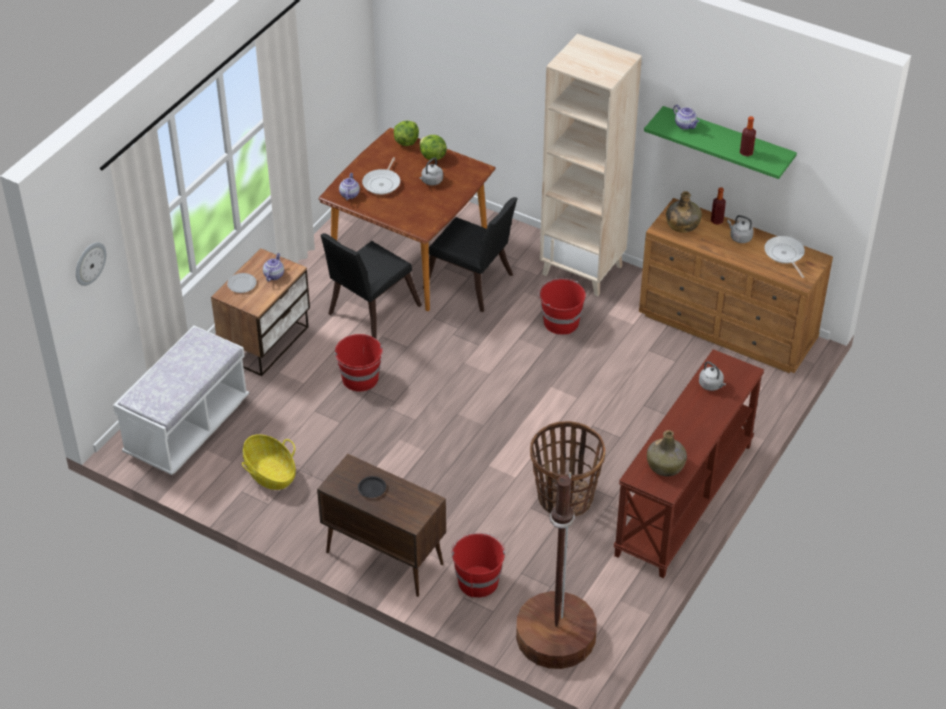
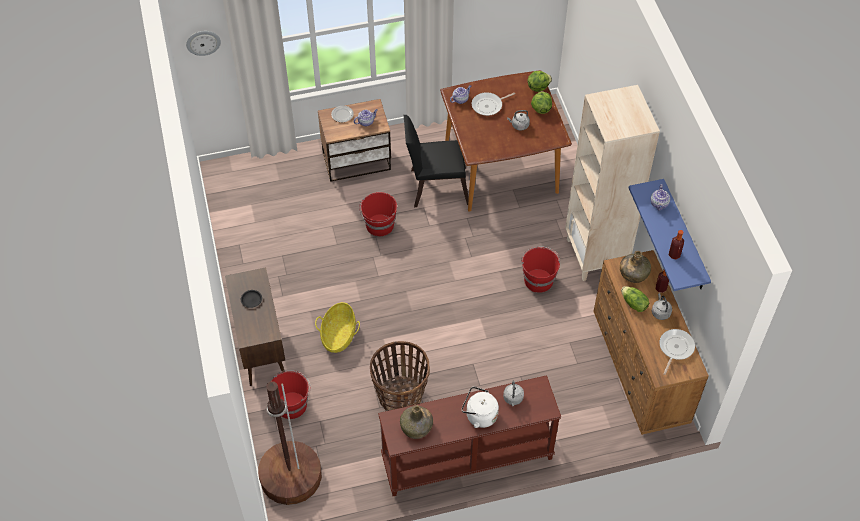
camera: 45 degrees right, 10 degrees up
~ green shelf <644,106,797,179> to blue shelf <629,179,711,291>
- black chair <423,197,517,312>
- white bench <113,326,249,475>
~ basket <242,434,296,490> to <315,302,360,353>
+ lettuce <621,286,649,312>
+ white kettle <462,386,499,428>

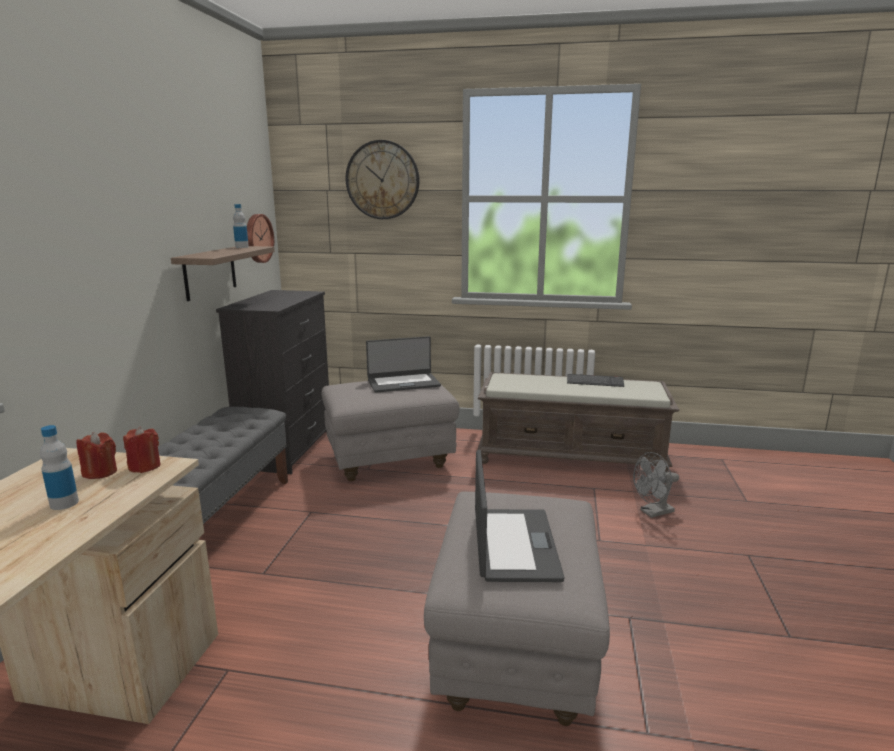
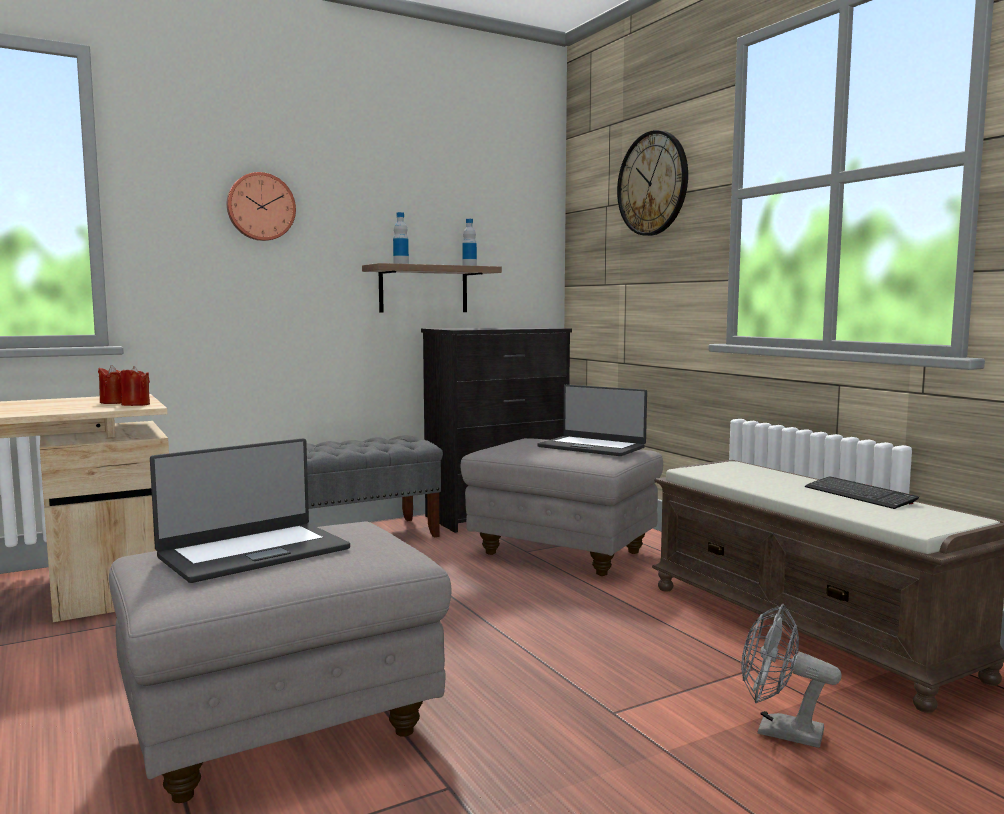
camera: 50 degrees right, 10 degrees down
~ wall clock <247,214,274,263> to <227,172,296,241>
~ bottle <40,425,79,510> to <393,212,409,264>

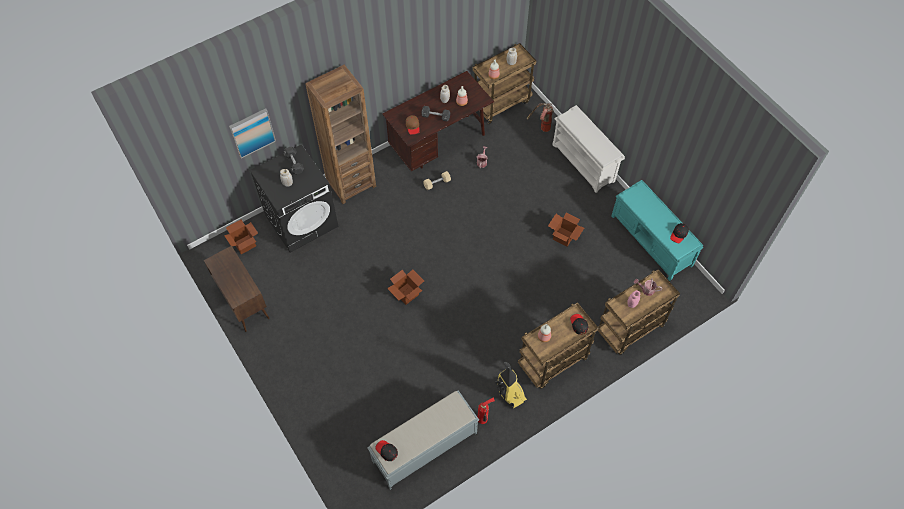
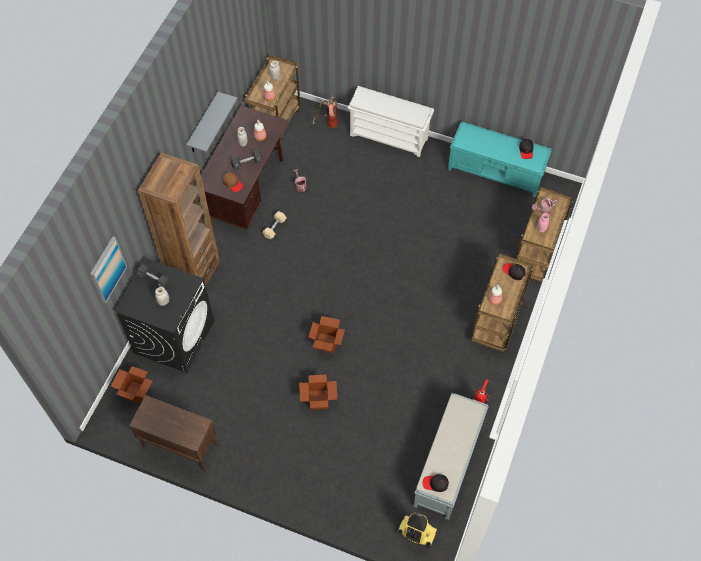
camera: 35 degrees left, 0 degrees up
~ cardboard box <548,213,584,247> to <299,375,338,410>
~ vacuum cleaner <495,362,527,409> to <397,511,438,548>
+ grey shelf <186,92,238,152>

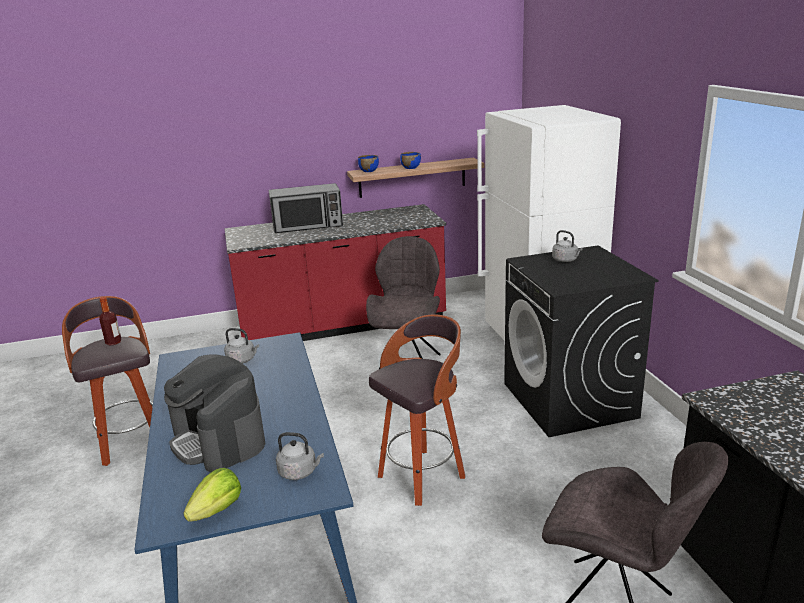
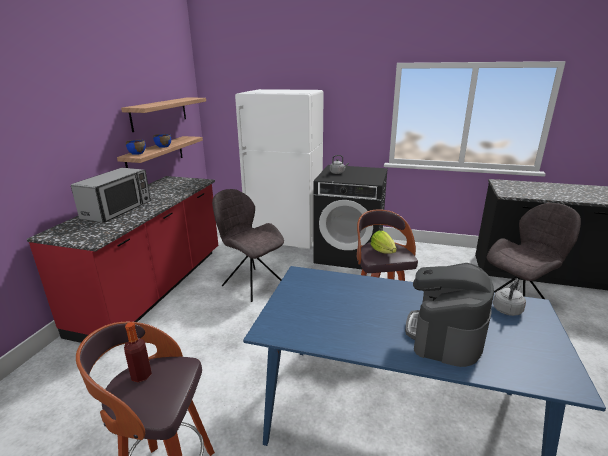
camera: 60 degrees left, 0 degrees up
- grey kettle <224,328,259,364>
~ coffee machine <164,354,266,472> = <405,263,494,367> 120 degrees clockwise
~ lettuce <183,468,241,522> to <371,231,397,254>
+ shelf <121,97,206,132>

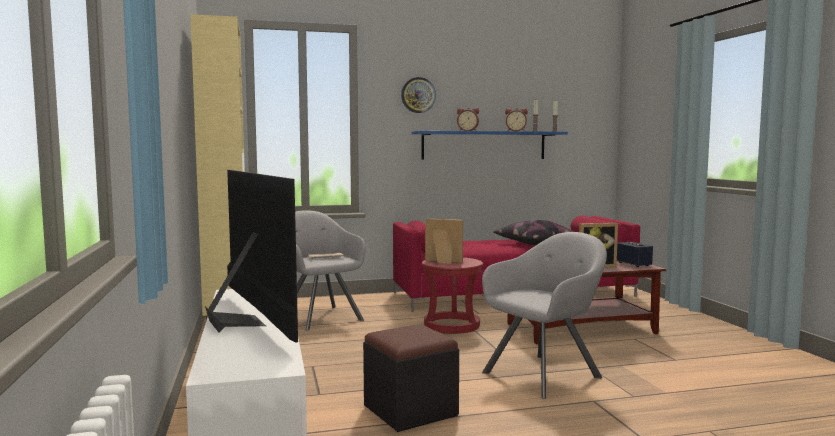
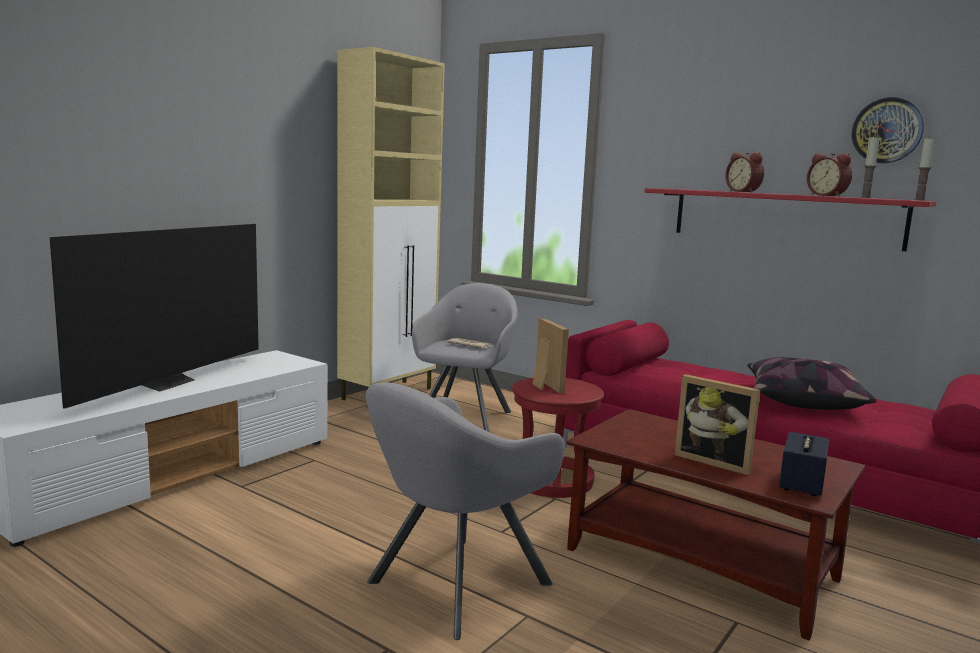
camera: 50 degrees right, 5 degrees up
~ wall clock <401,77,436,113> to <852,97,924,163>
~ blue shelf <411,131,568,160> to red shelf <645,188,936,251>
~ grey armchair <482,232,607,399> = <366,382,565,640> 120 degrees clockwise
- black ottoman <363,324,459,432>

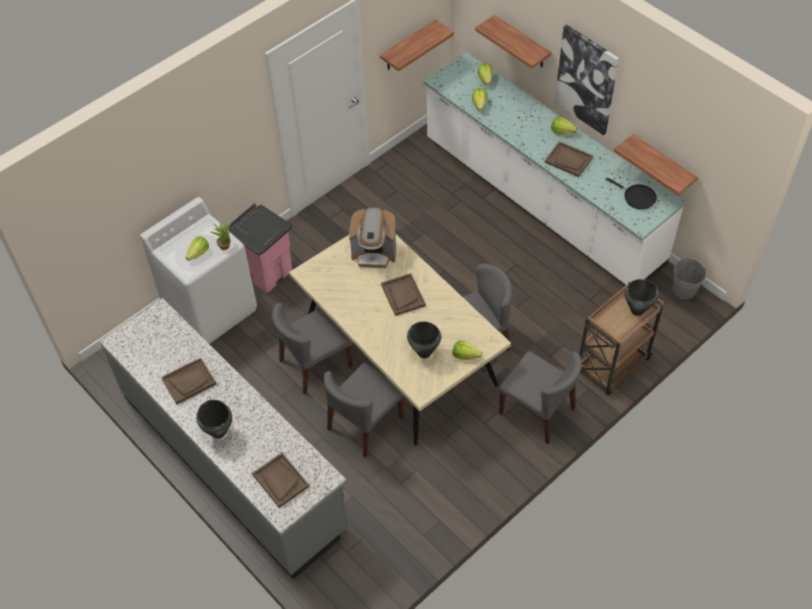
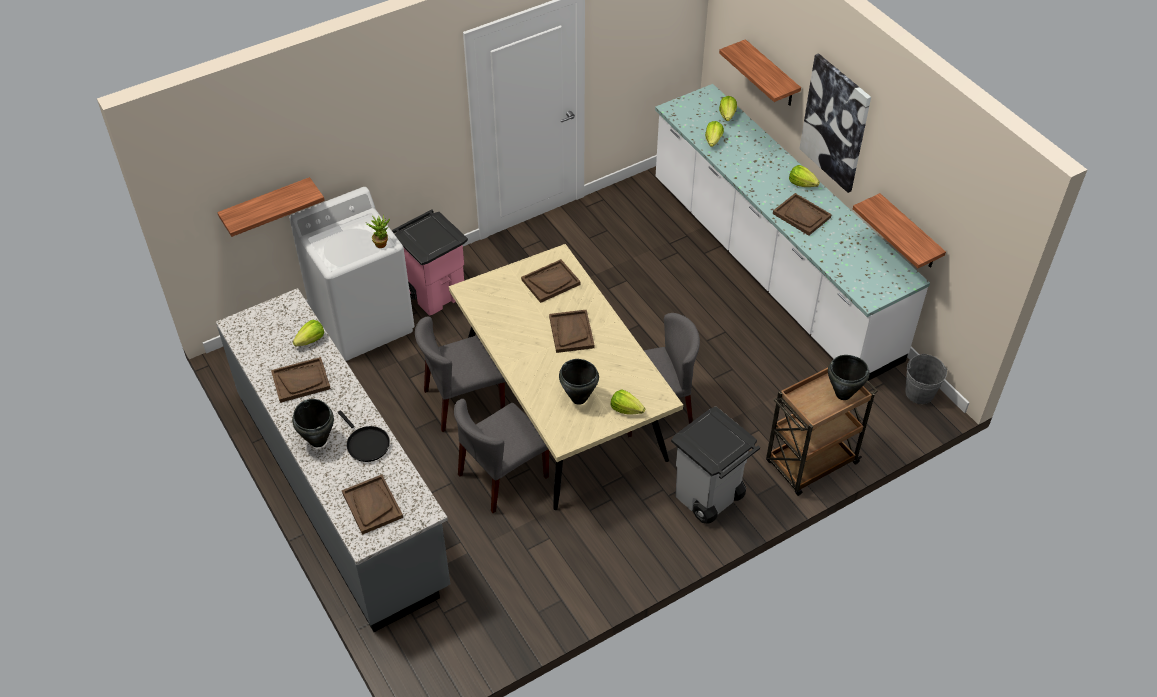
camera: 10 degrees right, 5 degrees down
~ shelf <380,19,454,71> to <217,177,325,237>
~ black frying pan <606,178,657,209> to <338,410,390,462>
~ coffee machine <349,207,396,268> to brown tray <521,259,581,303>
~ lettuce <186,236,209,261> to <293,320,324,347>
~ grey chair <499,351,582,444> to grey trash can <671,406,760,523>

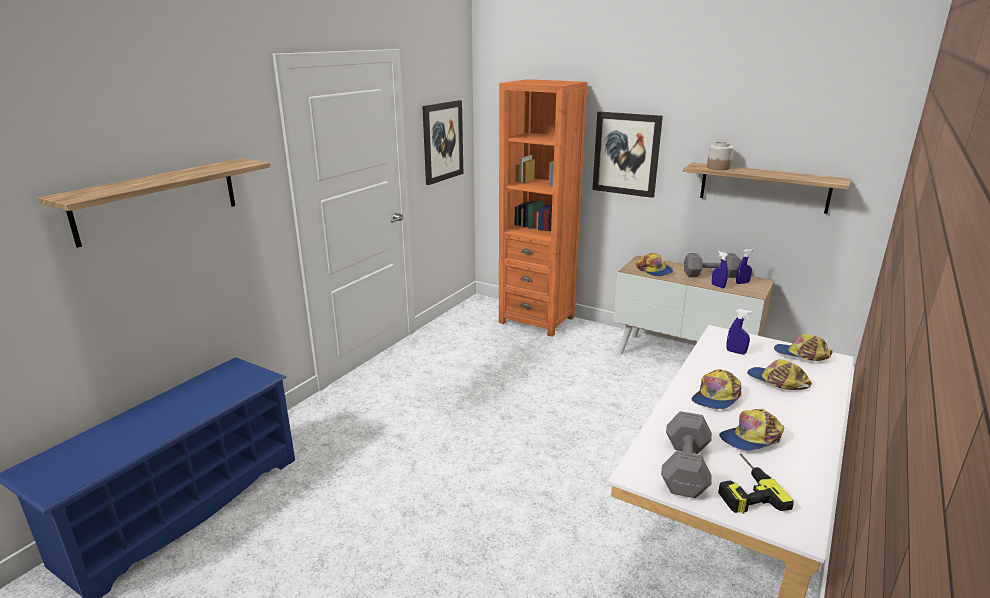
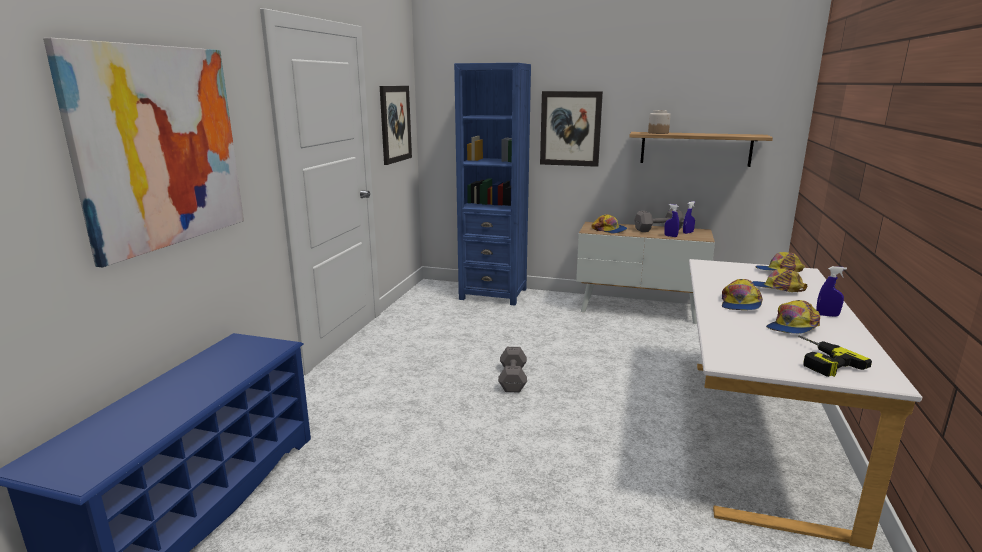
camera: 15 degrees left, 5 degrees down
~ orange bookcase <499,79,587,337> to blue bookcase <454,63,531,305>
~ shelf <38,158,270,248> to picture <43,38,244,267>
~ blue spray bottle <727,309,752,354> to <816,266,847,317>
~ grey dumbbell <661,411,712,498> to <498,347,527,393>

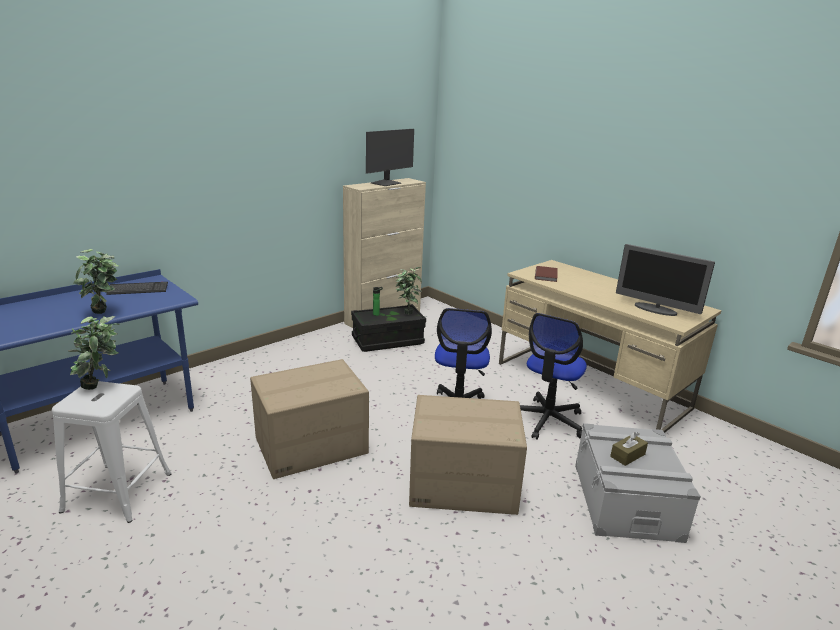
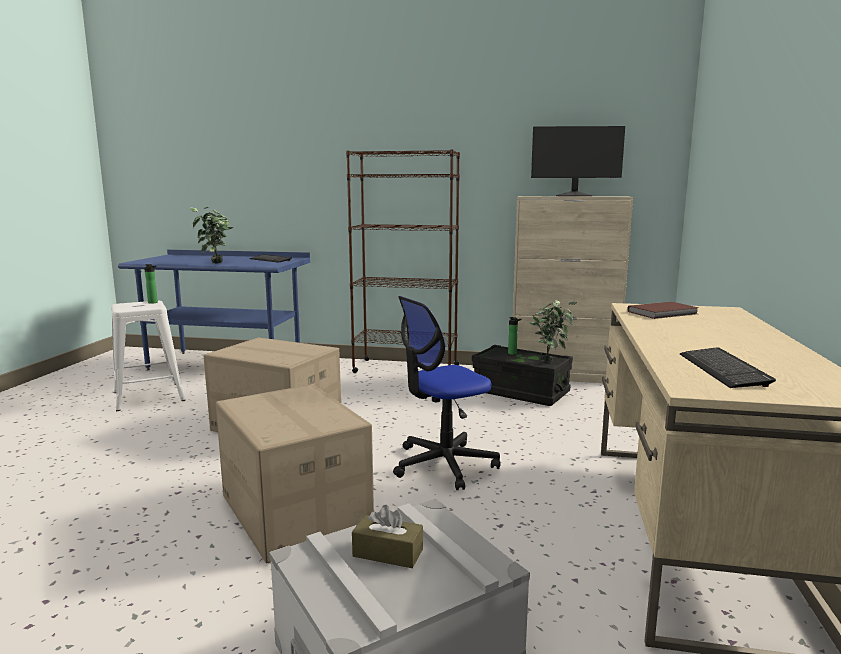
camera: 55 degrees right, 10 degrees down
~ monitor <616,244,715,316> to keyboard <680,347,776,388>
- office chair <520,313,587,439>
~ potted plant <68,316,120,390> to bottle <144,264,158,304>
+ brown bookcase <346,149,460,373>

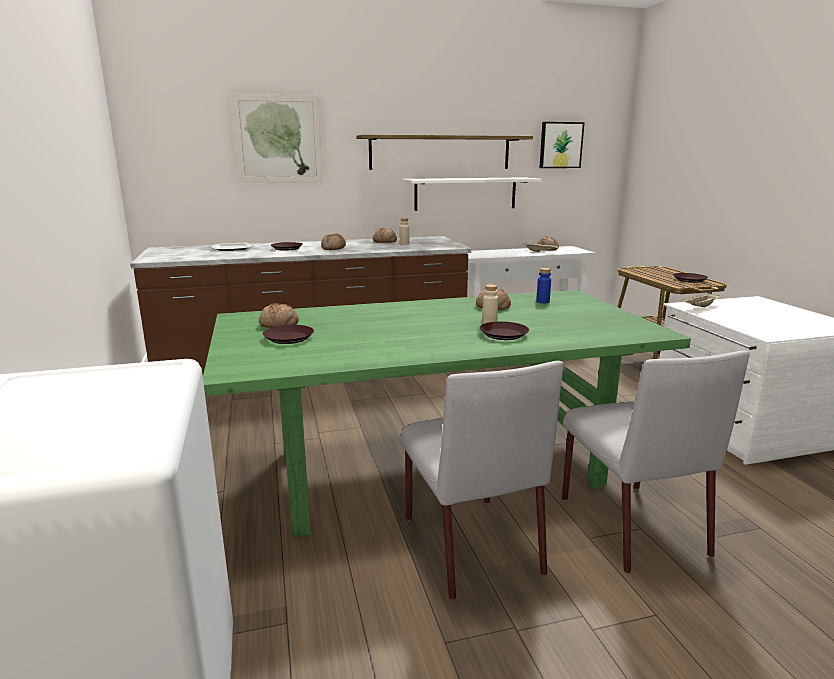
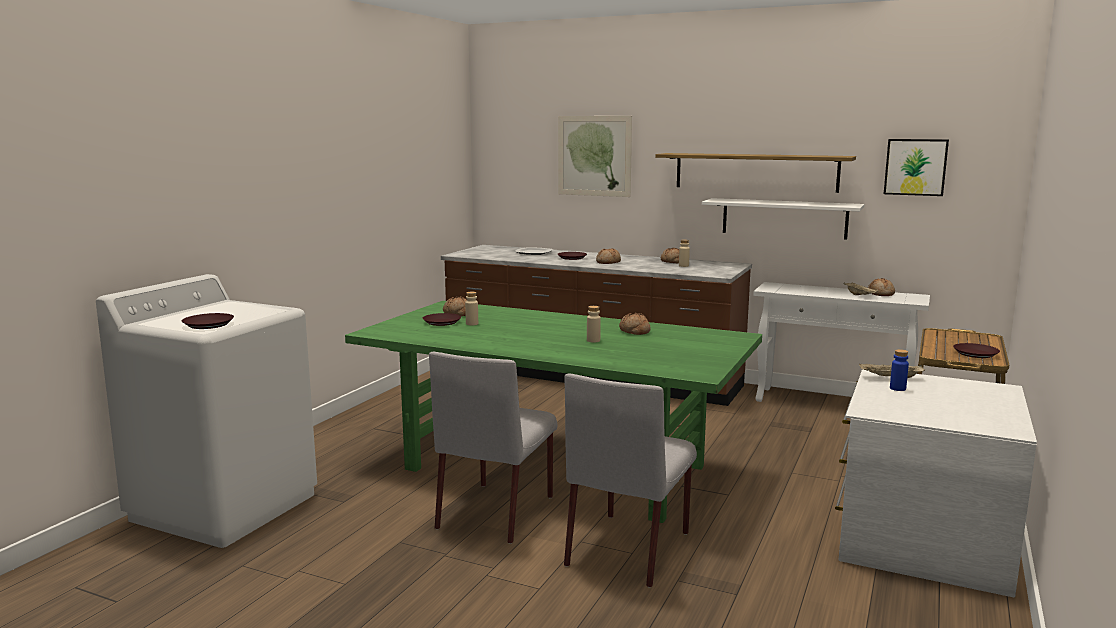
camera: 40 degrees right, 5 degrees down
~ blue bottle <536,268,551,304> to <890,349,909,391>
~ brown plate <479,322,529,340> to <182,313,234,329>
+ beige bottle <465,292,478,326>

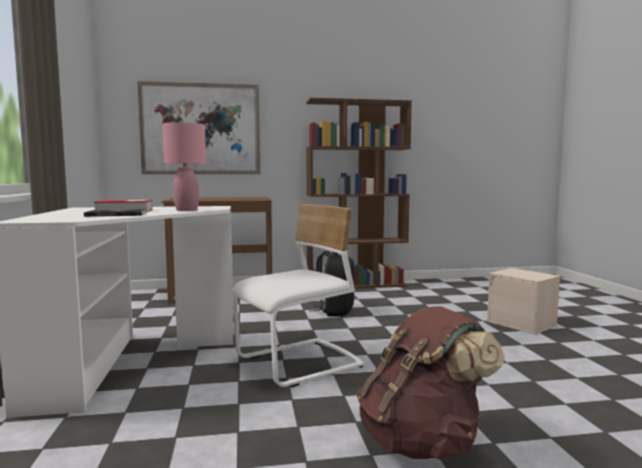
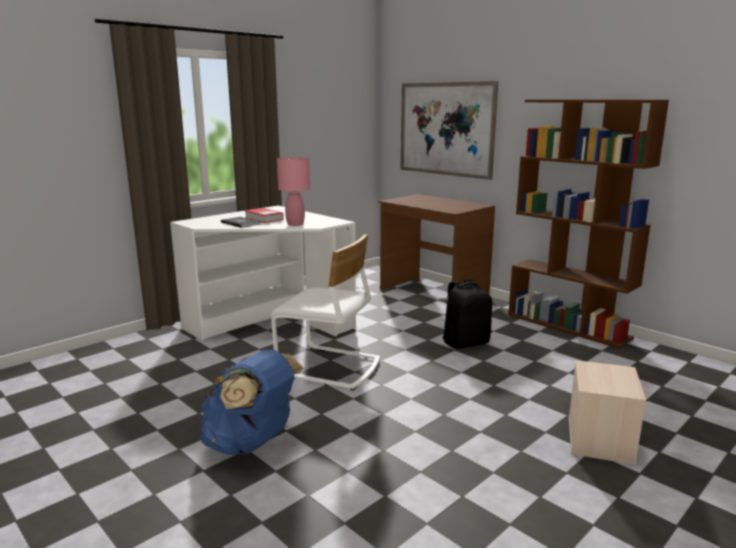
camera: 55 degrees right, 10 degrees up
~ brown backpack <357,306,505,459> to blue backpack <200,350,304,455>

